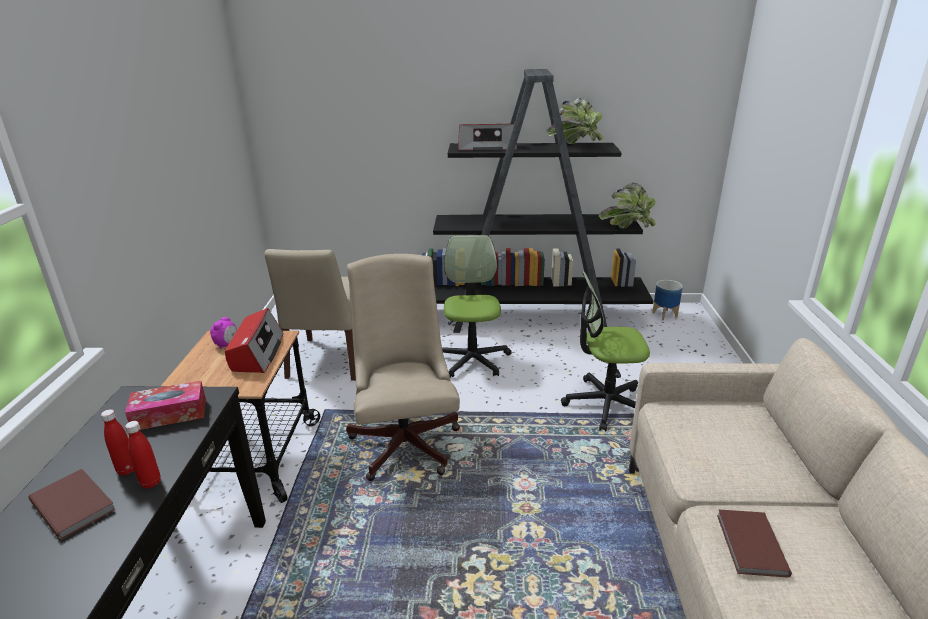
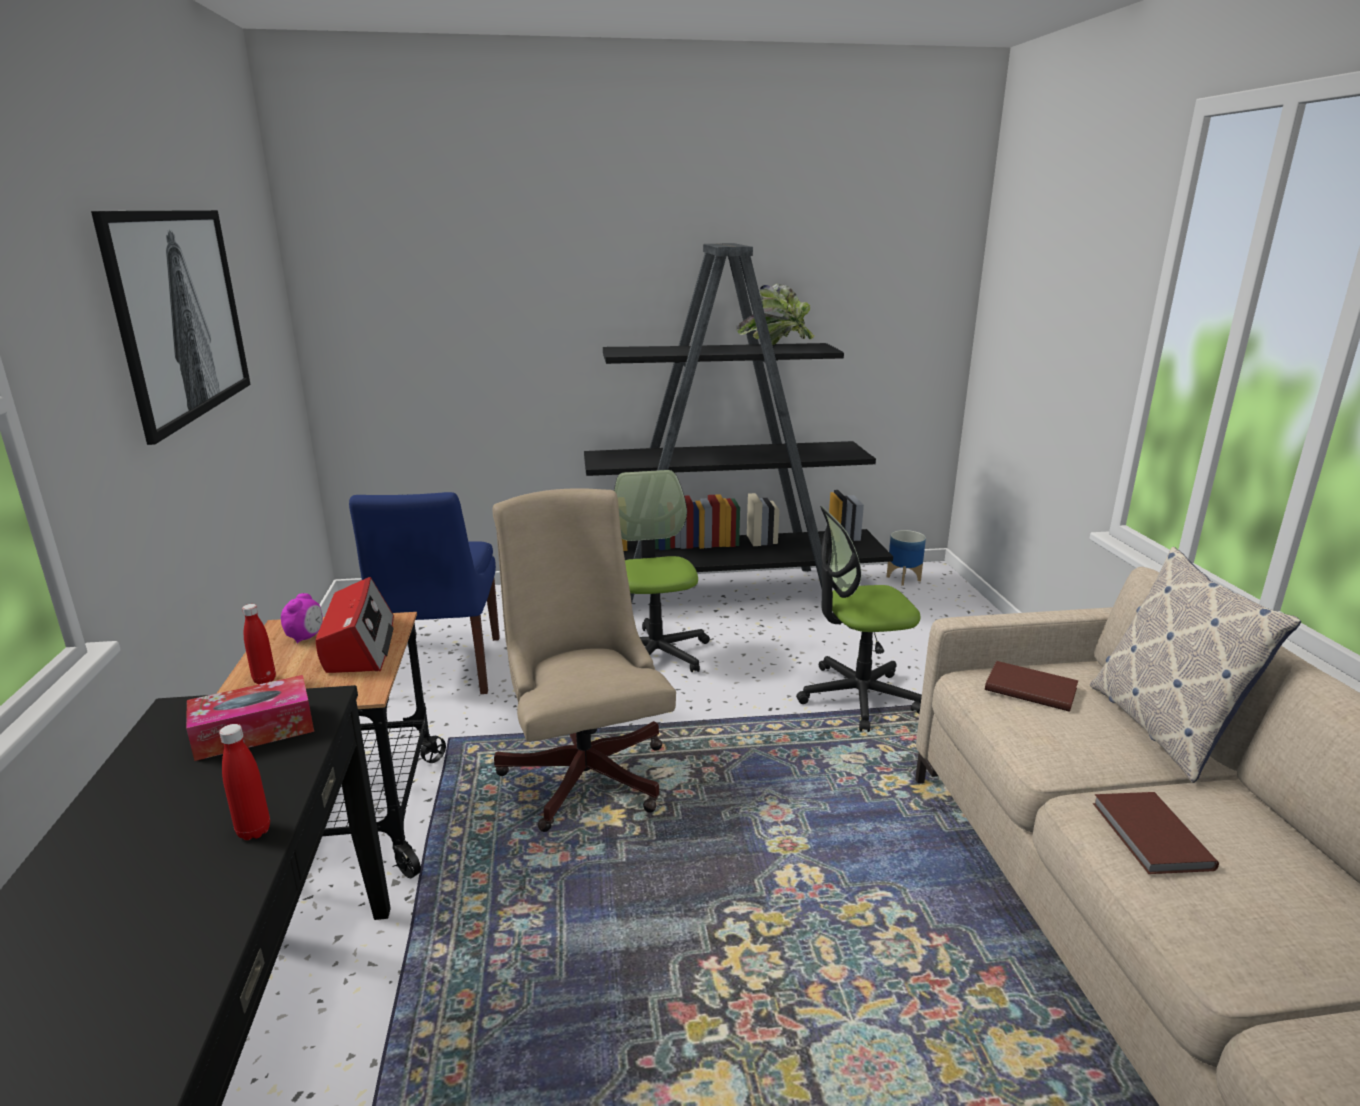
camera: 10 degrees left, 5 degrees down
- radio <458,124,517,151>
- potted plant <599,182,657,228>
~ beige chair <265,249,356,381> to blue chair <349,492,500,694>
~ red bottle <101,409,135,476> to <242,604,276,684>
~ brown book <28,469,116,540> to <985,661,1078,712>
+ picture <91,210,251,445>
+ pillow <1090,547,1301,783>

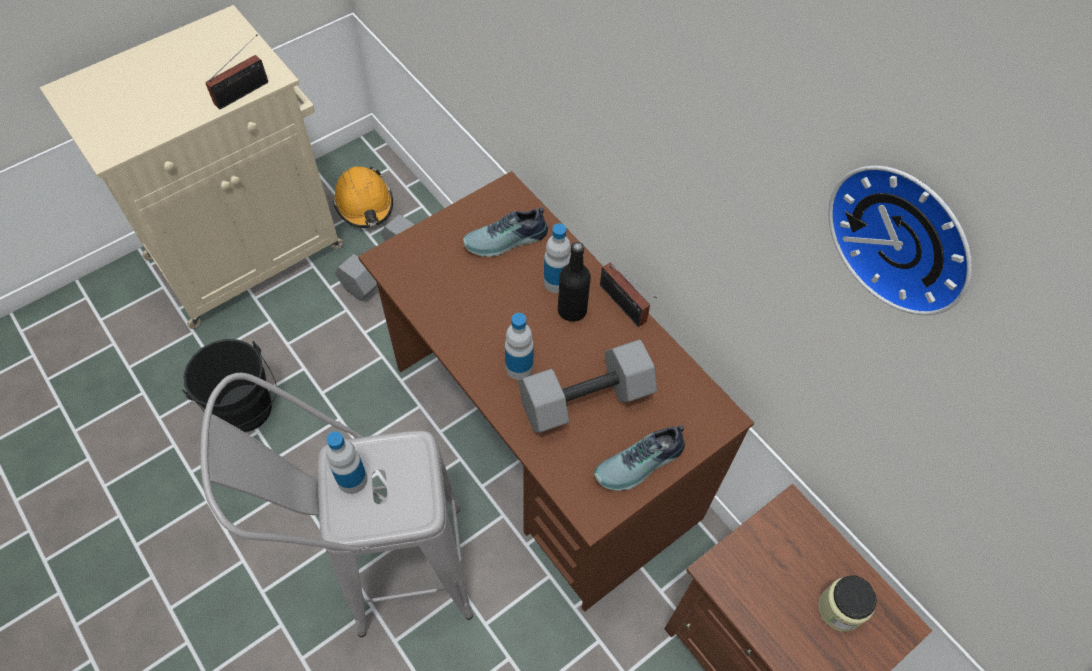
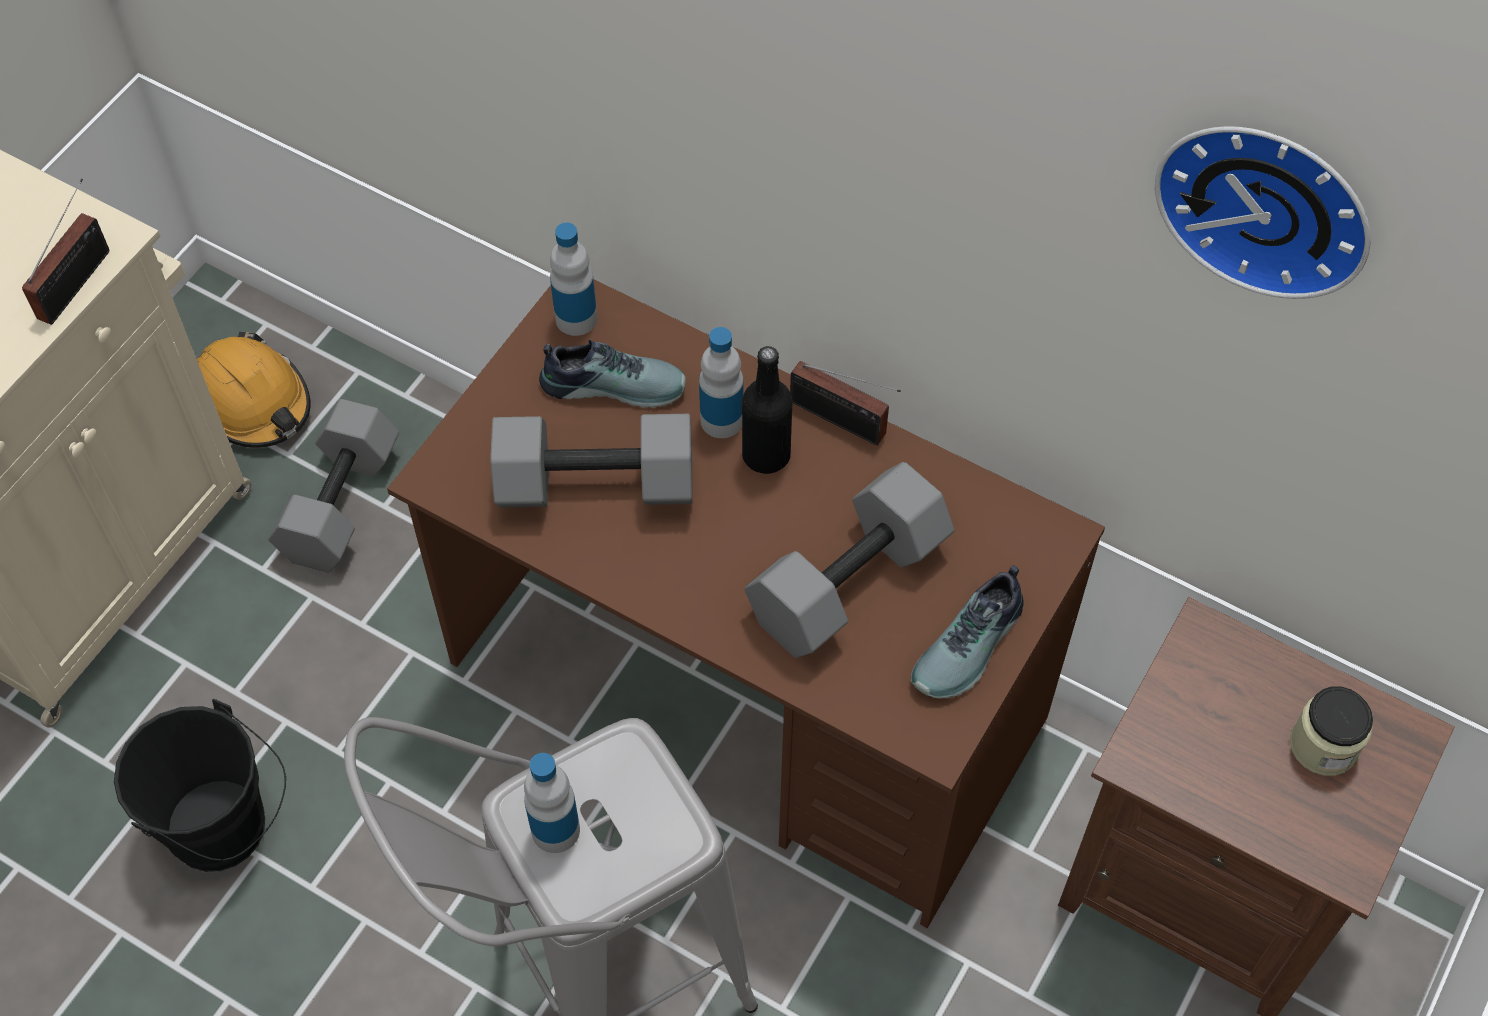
camera: 20 degrees left, 0 degrees up
~ shoe <463,207,548,257> = <539,340,686,408> 135 degrees counterclockwise
~ bottle <505,313,534,380> to <550,223,597,336>
+ grey dumbbell <490,414,693,508>

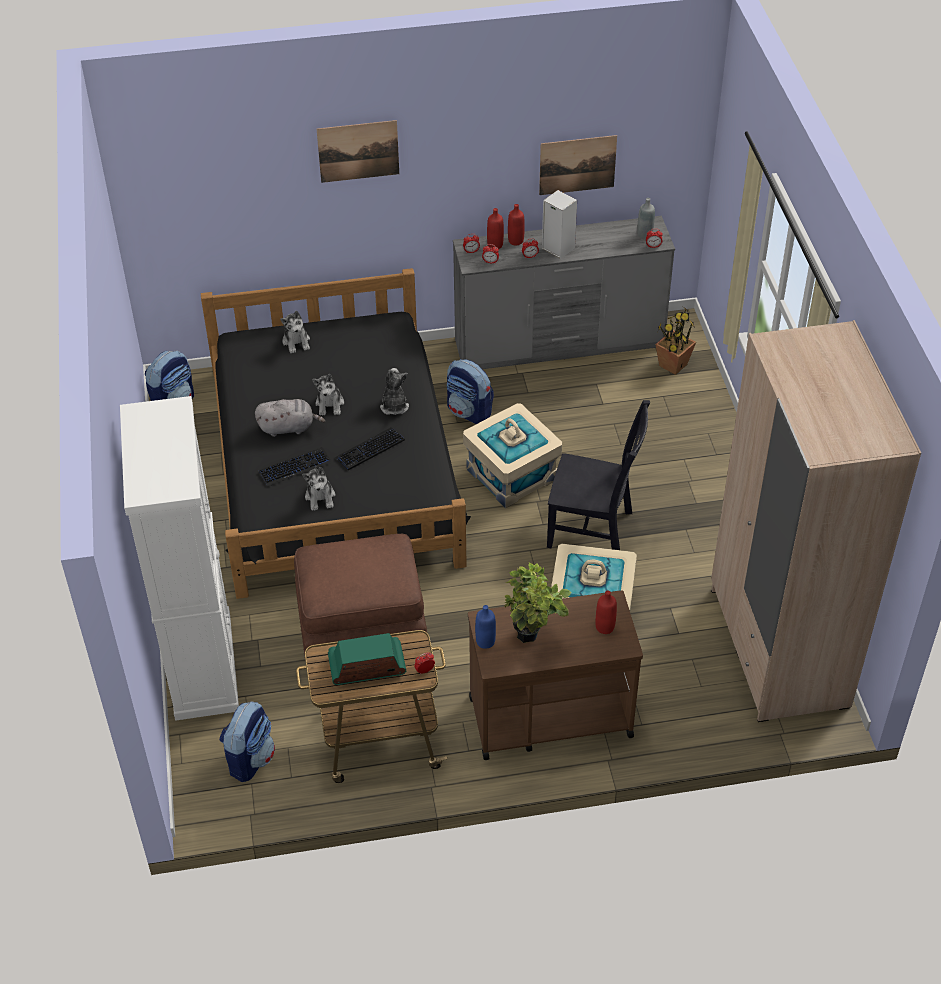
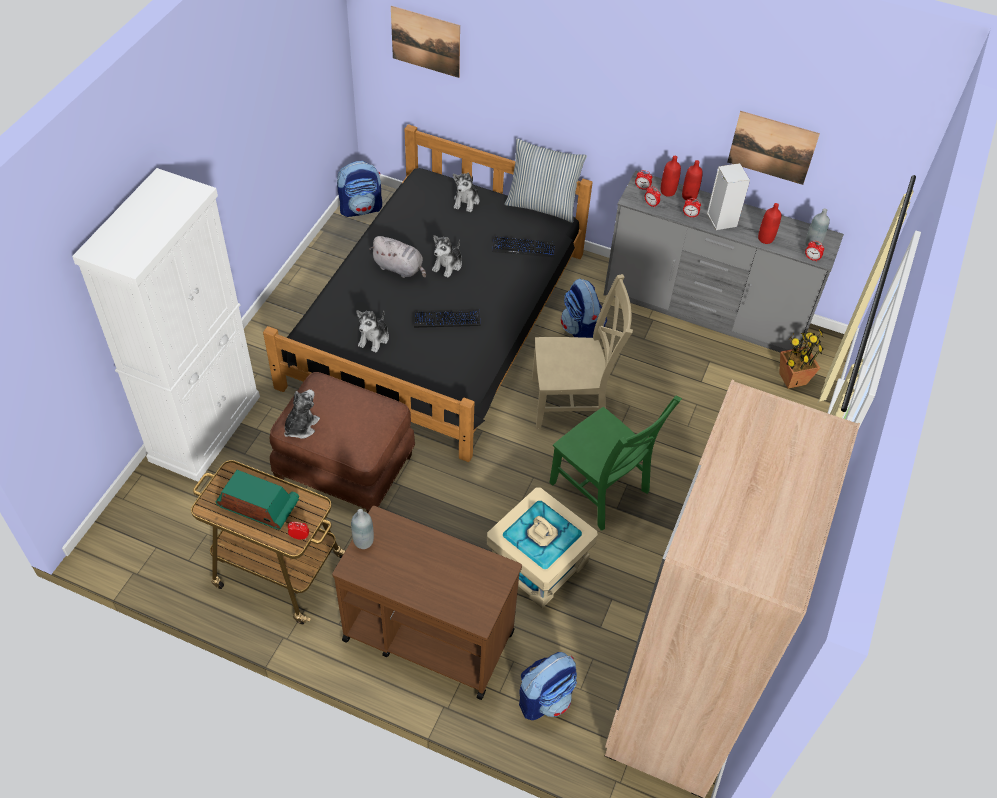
camera: 30 degrees right, 5 degrees up
~ picture <317,120,399,183> to <391,6,460,78>
~ plush toy <380,368,409,415> to <284,390,320,439>
~ black chair <547,400,650,550> to green chair <549,396,682,531>
~ beige storage box <463,403,562,508> to beige chair <532,274,633,429>
~ keyboard <259,447,332,487> to <492,236,556,257>
- potted plant <504,562,571,643>
~ red bottle <596,591,617,634> to <758,203,782,244>
~ blue bottle <475,605,496,649> to grey bottle <351,509,374,549>
~ backpack <219,701,275,782> to <519,652,577,720>
+ pillow <505,138,587,223>

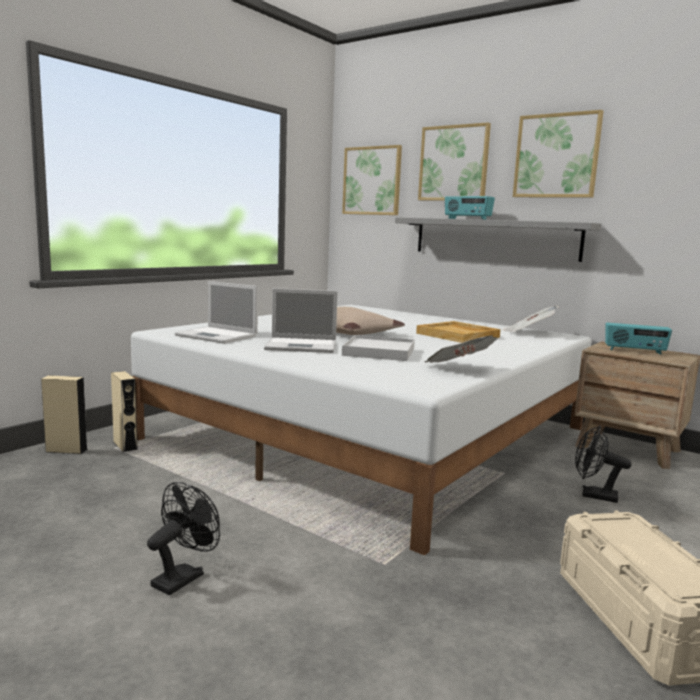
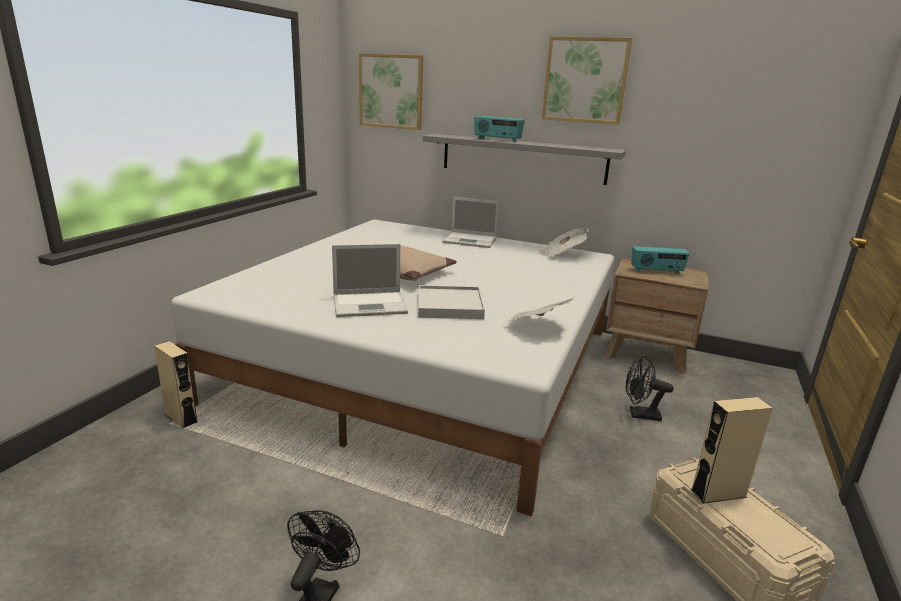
camera: 15 degrees left, 10 degrees up
- picture <418,122,491,201>
~ laptop <175,281,258,344> to <442,197,500,248>
- beige tray <416,321,501,343>
~ beige speaker <41,375,87,454> to <691,397,773,504>

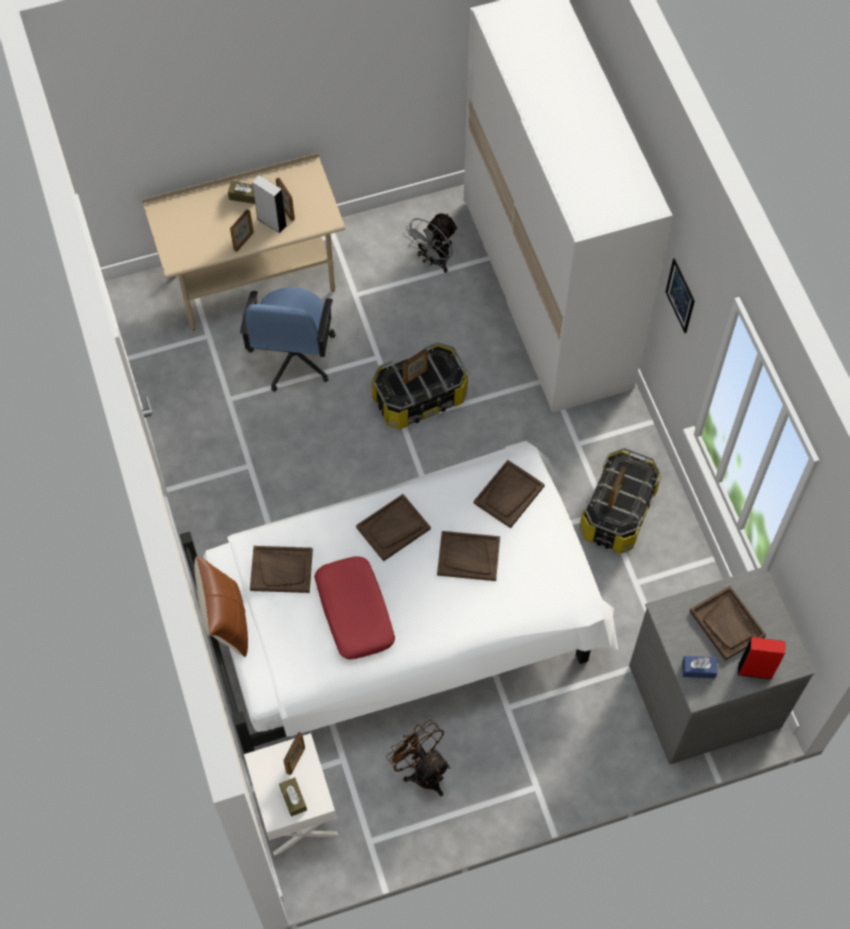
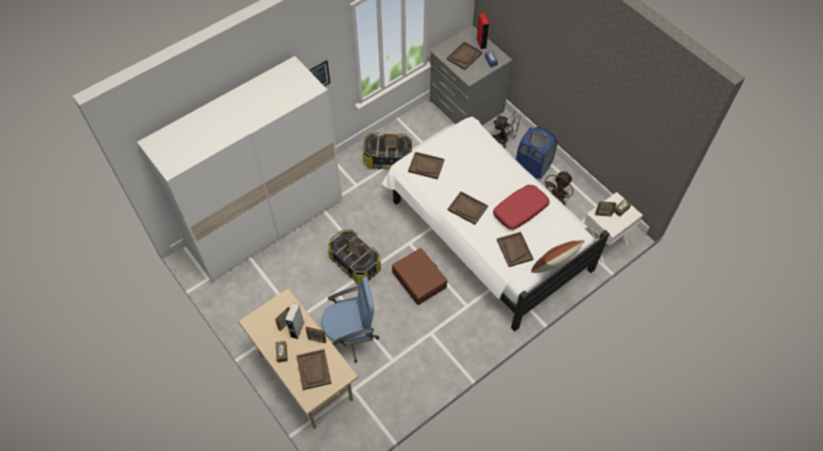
camera: 110 degrees left, 5 degrees down
~ grey fan <403,213,458,273> to <492,111,521,148>
~ brown tray <437,531,500,581> to <296,349,332,390>
+ blue laundry basket <516,127,557,179>
+ brown suitcase <392,248,448,305>

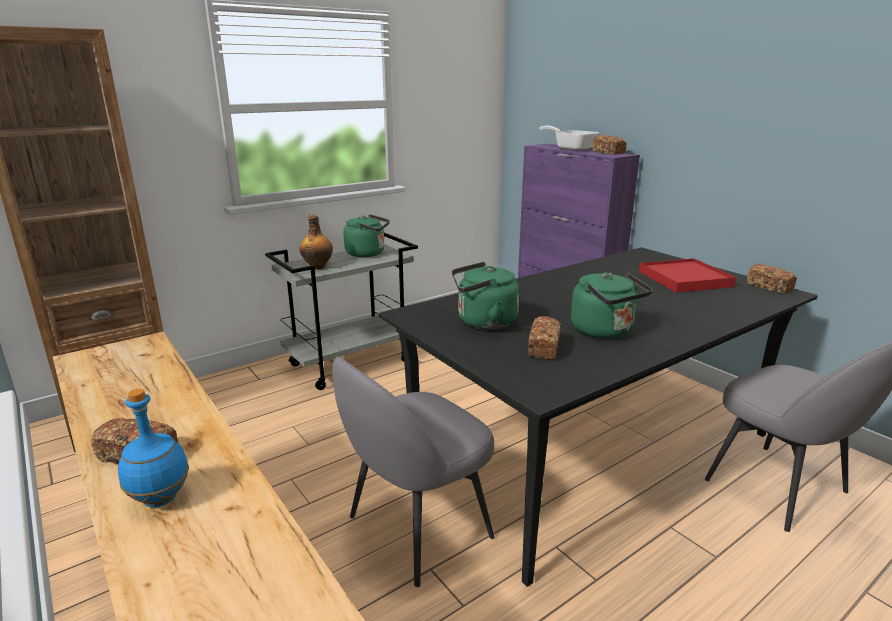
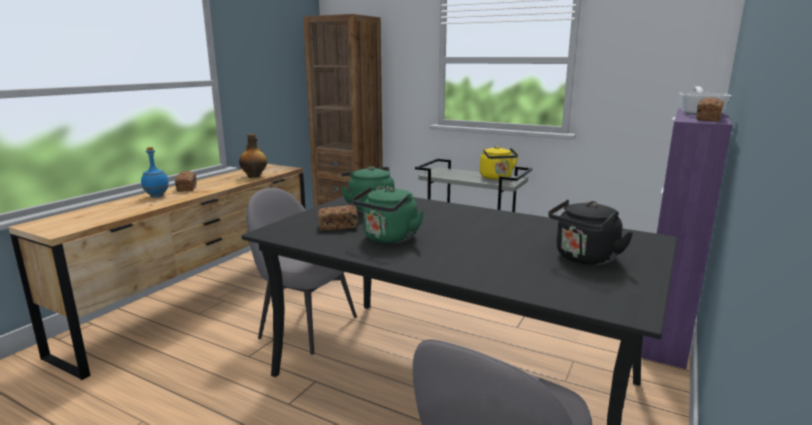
camera: 65 degrees right, 5 degrees down
~ green kettle <343,214,390,257> to yellow kettle <480,146,519,180>
~ bottle <300,215,333,269> to <239,134,267,178>
~ red tray <639,258,736,293> to black kettle <548,200,633,265>
- bread <747,264,797,294>

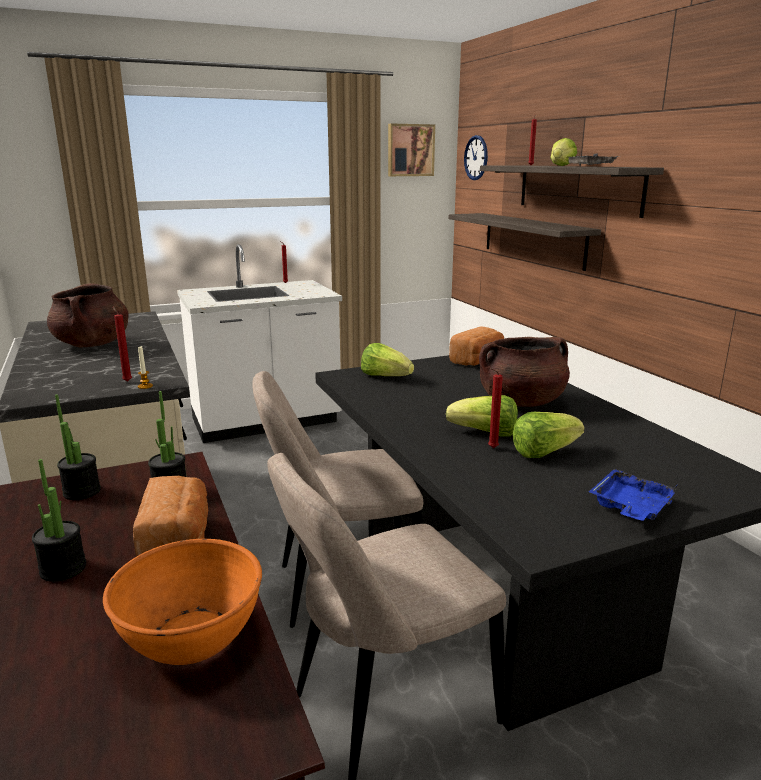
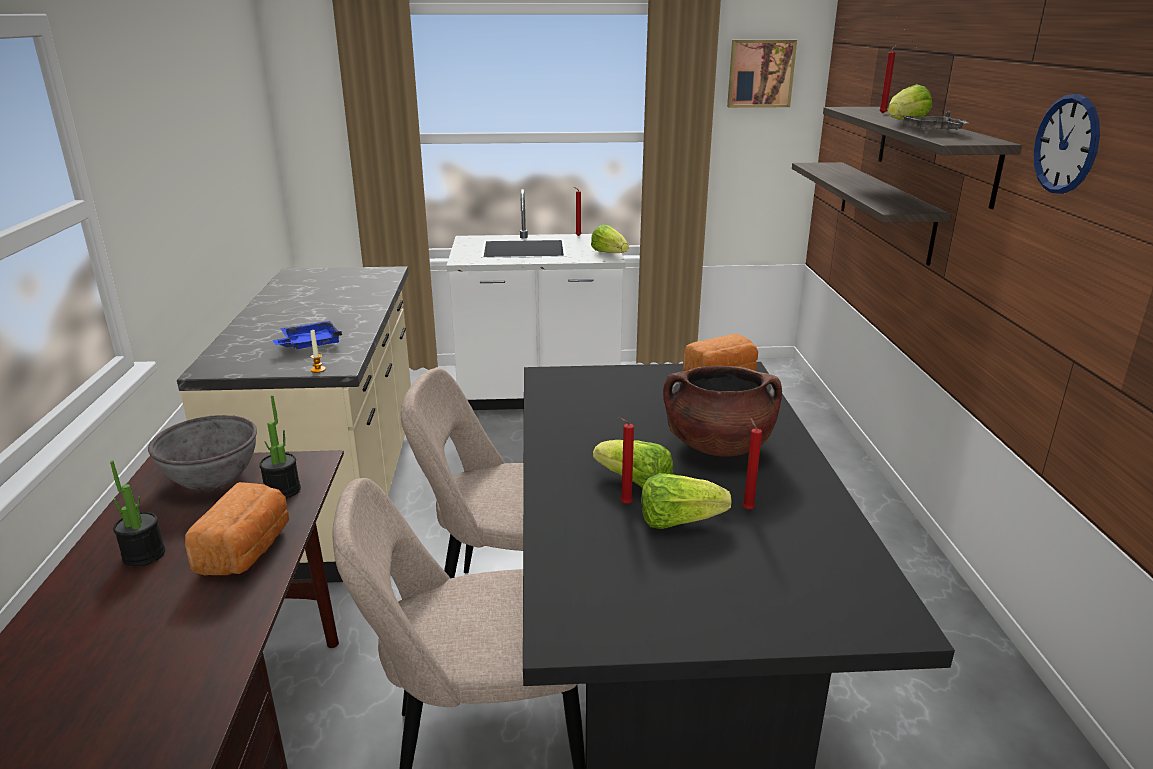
camera: 20 degrees right, 5 degrees up
~ wall clock <464,135,488,180> to <1033,94,1100,194>
- brown cooking pot <47,283,129,347>
~ red candle <113,307,132,382> to <743,417,762,510>
~ lettuce <361,343,414,376> to <591,225,628,253>
~ potted plant <55,394,101,500> to grey bowl <148,415,257,490>
~ blue tray <589,469,678,521> to <273,321,342,349>
- orange bowl <103,539,262,665>

